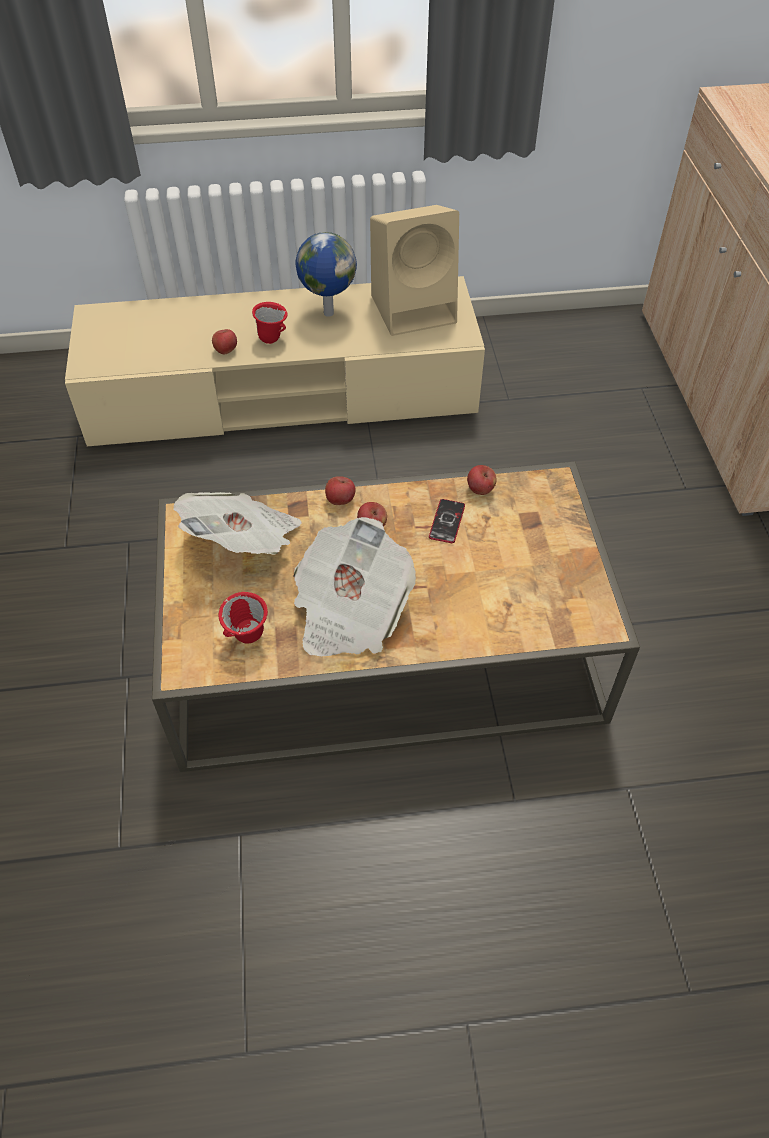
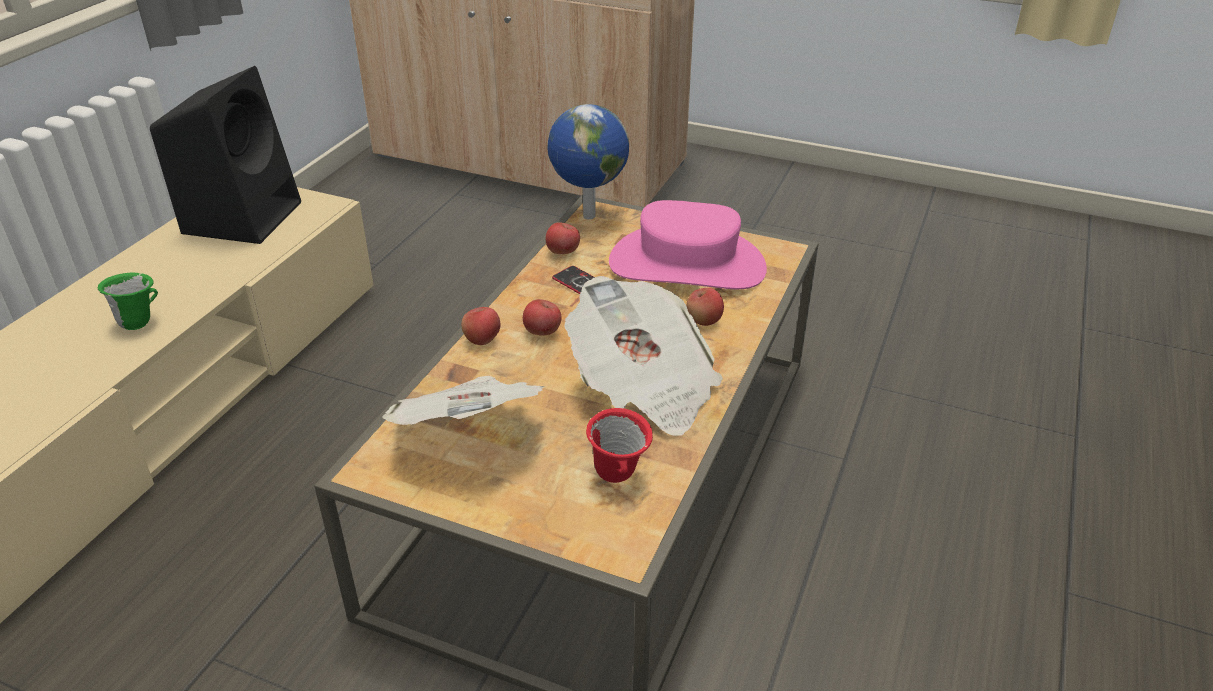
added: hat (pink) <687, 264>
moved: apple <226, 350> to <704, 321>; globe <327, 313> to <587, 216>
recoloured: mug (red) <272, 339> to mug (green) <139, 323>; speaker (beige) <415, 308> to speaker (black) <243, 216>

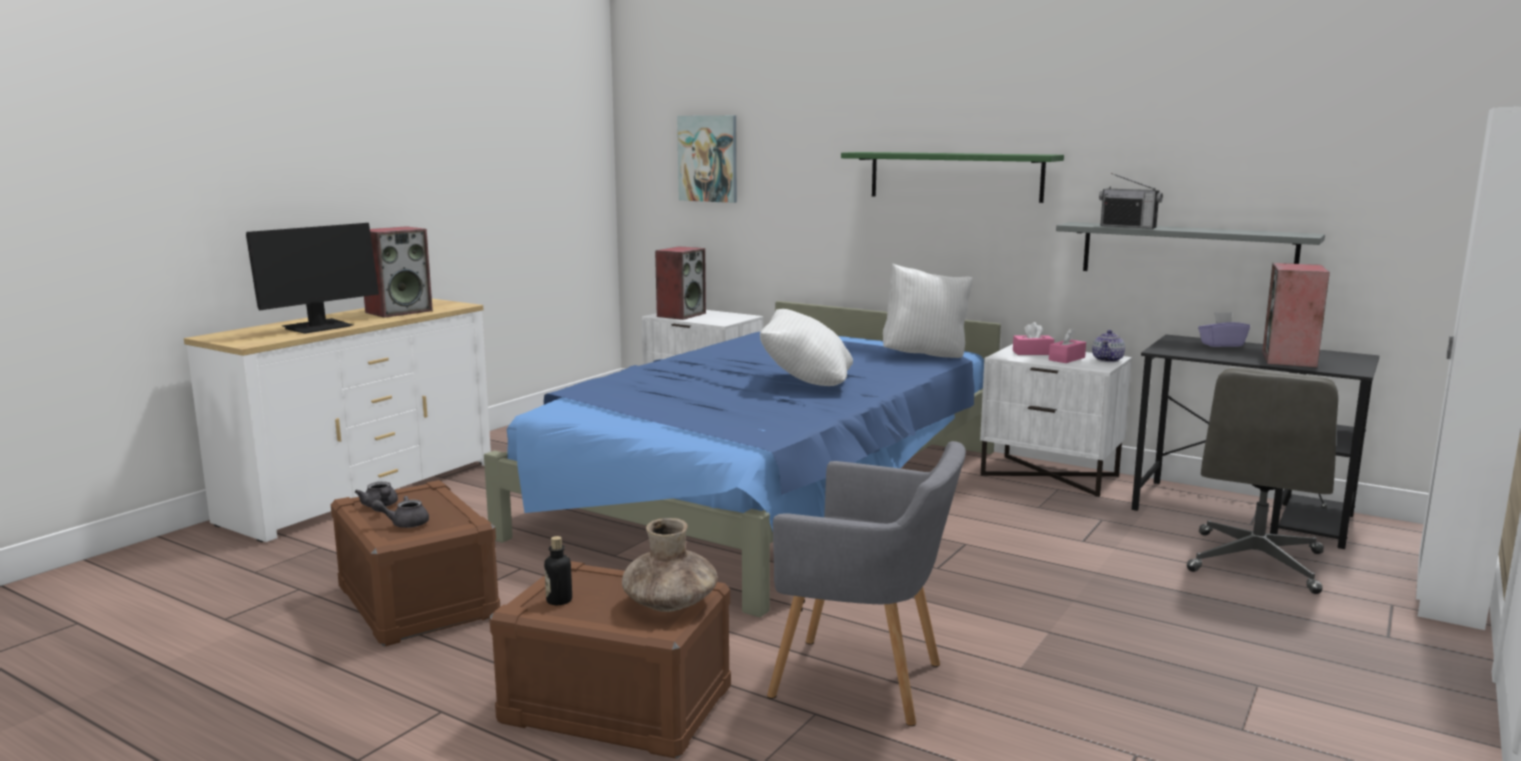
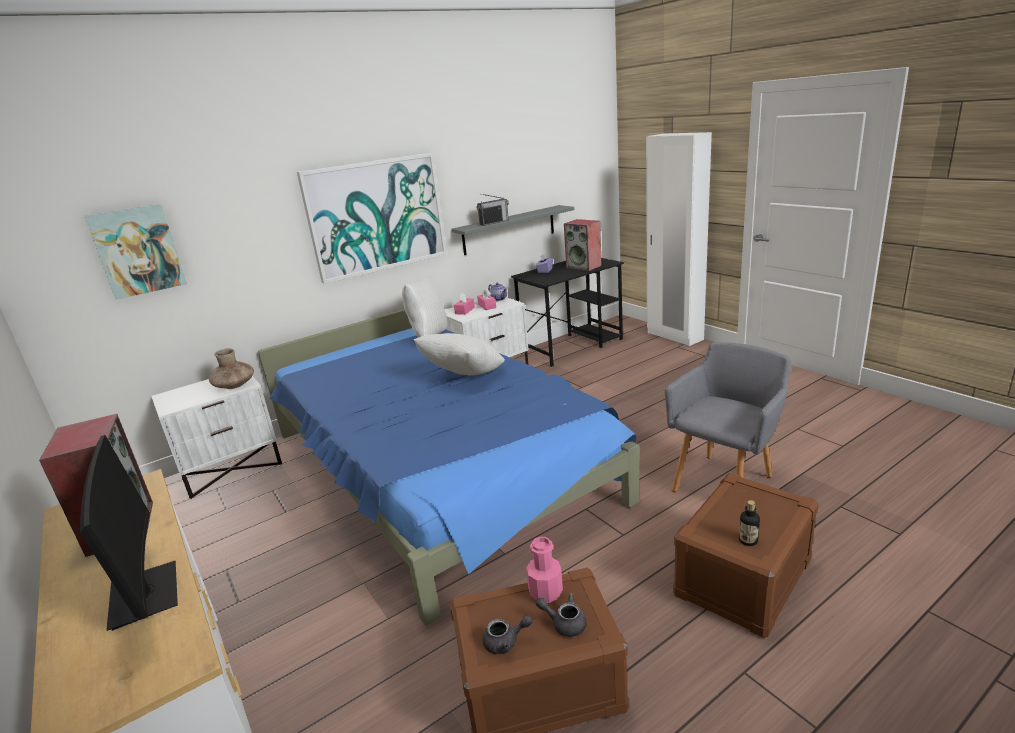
removed: speaker <681, 315>; office chair (grey) <1256, 563>
added: bottle (pink) <545, 592>
moved: vase (brown) <670, 604> to <235, 385>
replaced: shelf (green) <955, 176> to picture <376, 216>
turned: teapot (grey) <404, 523> = <564, 623> 105 degrees clockwise

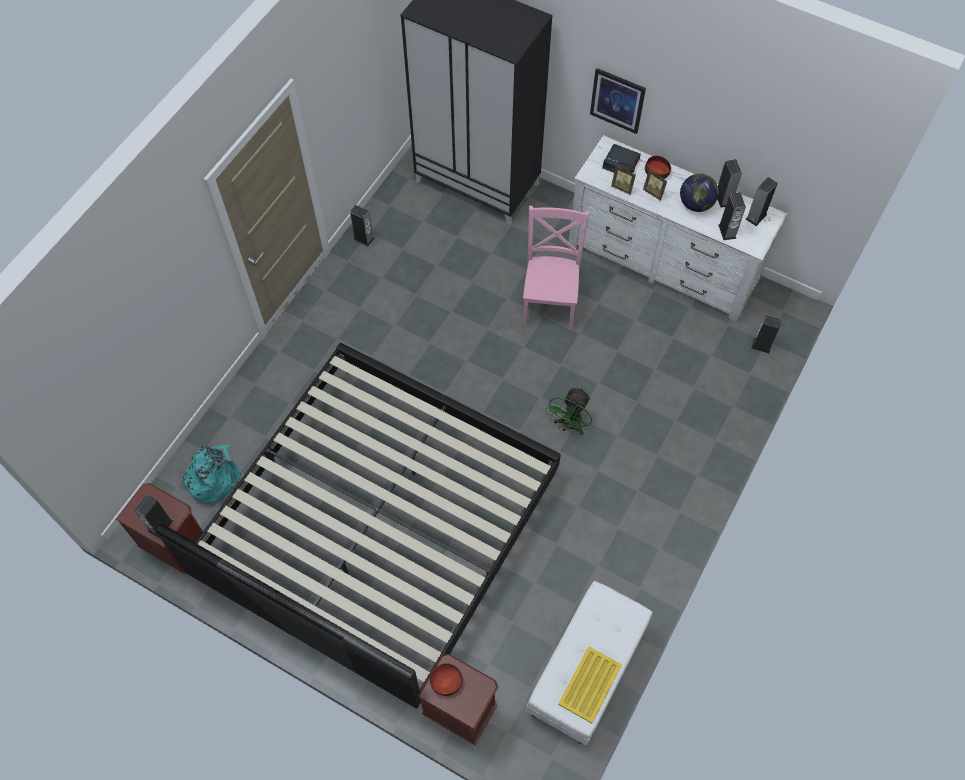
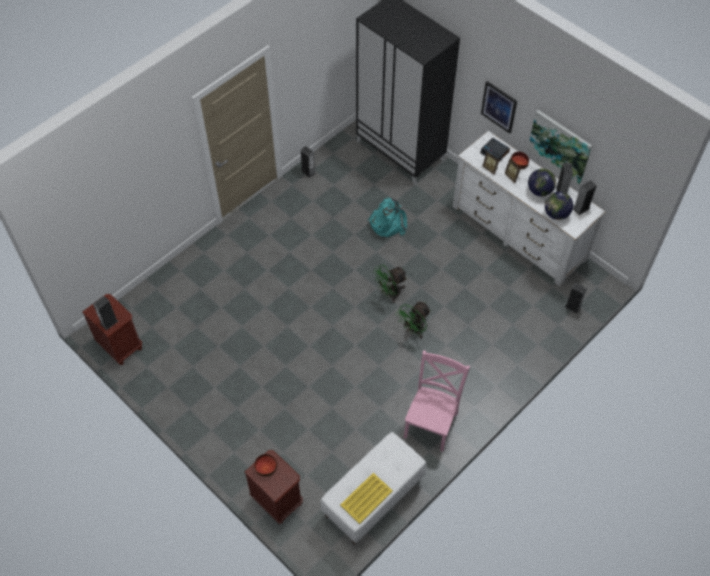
removed: bed <378, 526>
added: fan (green) <389, 293>; picture <560, 146>
moved: backpack (turquoise) <214, 477> to <388, 222>; chair (pink) <550, 301> to <431, 423>
replaced: speaker <727, 231> to globe <556, 214>

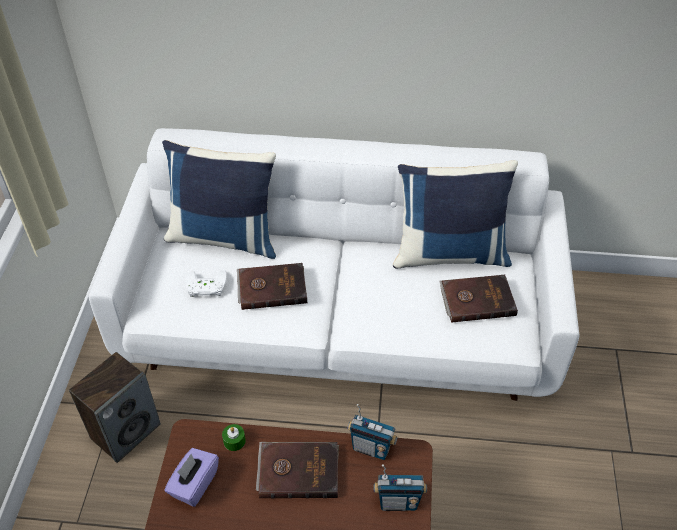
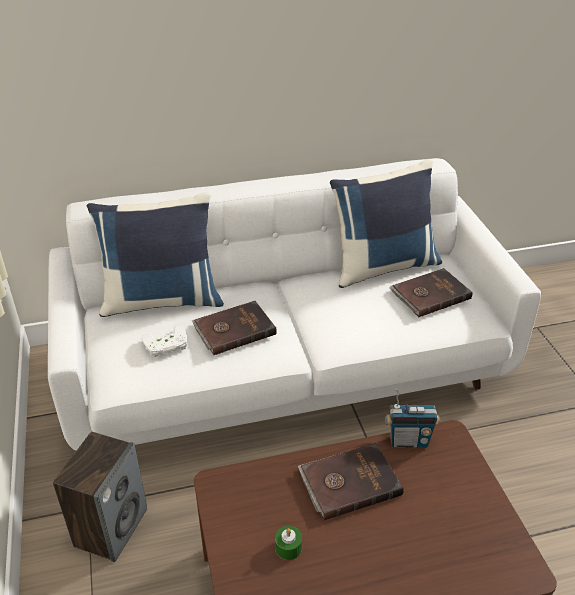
removed: tissue box (purple) <194, 484>; radio <398, 502>
moved: candle (green) <234, 441> to <288, 547>

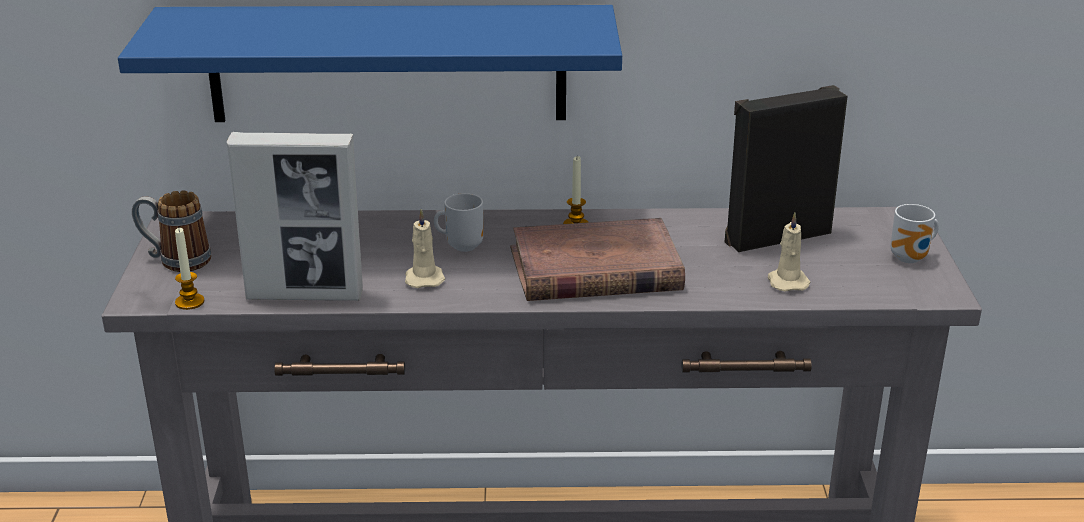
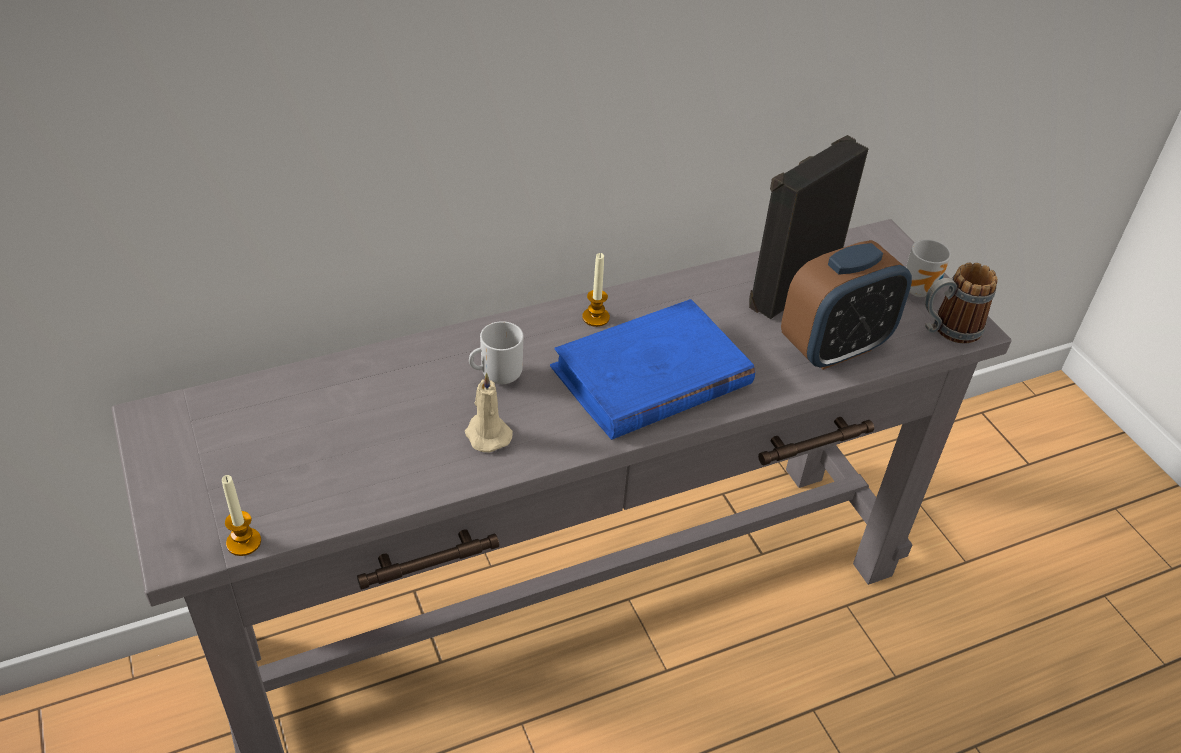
removed: shelf (blue) <387, 63>; picture frame <305, 295>
moved: mug <175, 260> to <947, 330>
replaced: candle (beige) <786, 281> to alarm clock <834, 348>
recoloured: book (brown) <594, 269> to book (blue) <651, 377>

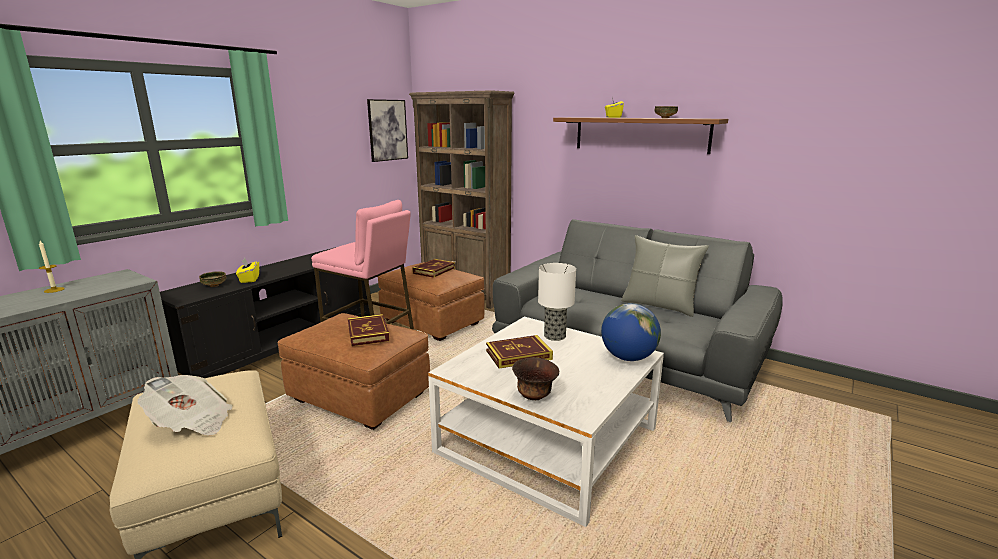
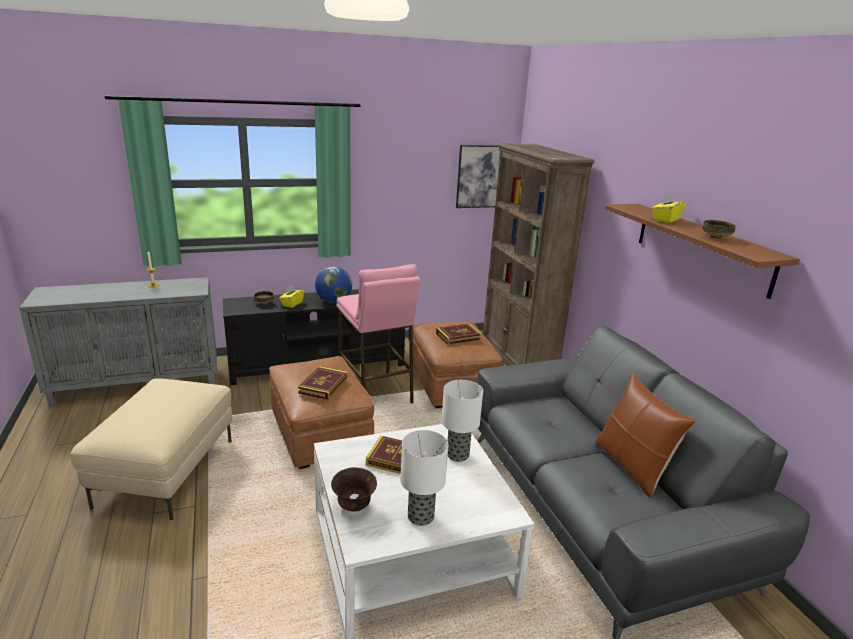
removed: newspaper <191, 422>
added: table lamp <420, 516>
moved: globe <628, 358> to <333, 301>
recoloured: pillow (grey) <659, 305> to pillow (brown) <632, 466>

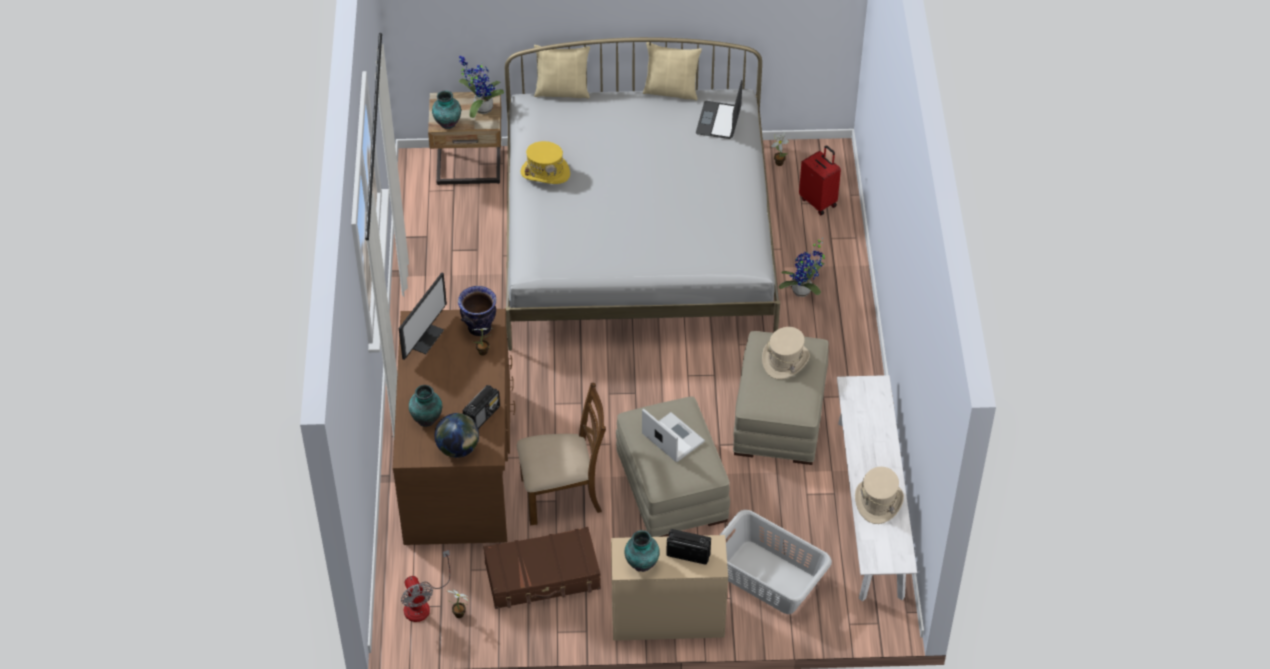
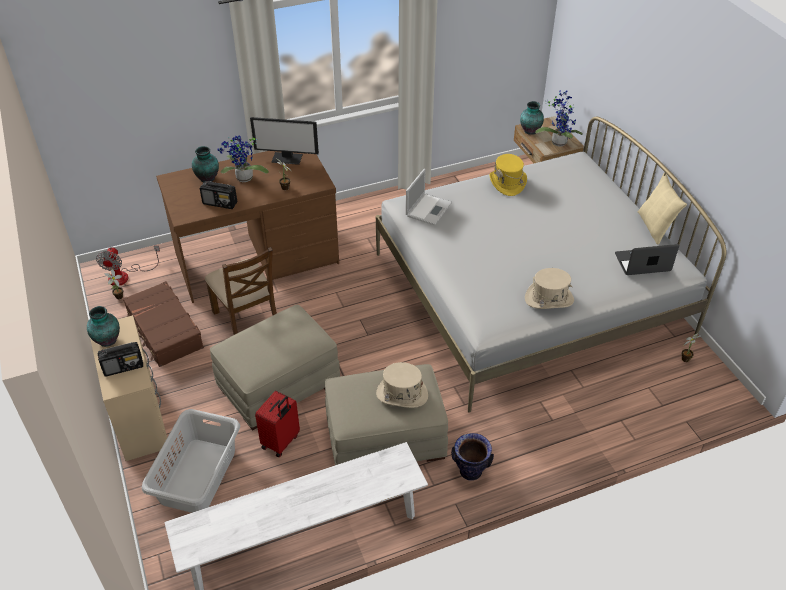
removed: globe <458, 449>; pillow (beige) <562, 91>
moved: vase <479, 328> to <470, 471>; laptop <672, 437> to <429, 209>; potted plant <803, 292> to <243, 179>; suitcase (red) <818, 202> to <281, 442>; hat (beige) <878, 502> to <549, 299>
turned: fan <422, 603> = <125, 276> 45 degrees counterclockwise; radio <688, 554> = <123, 367> 75 degrees clockwise

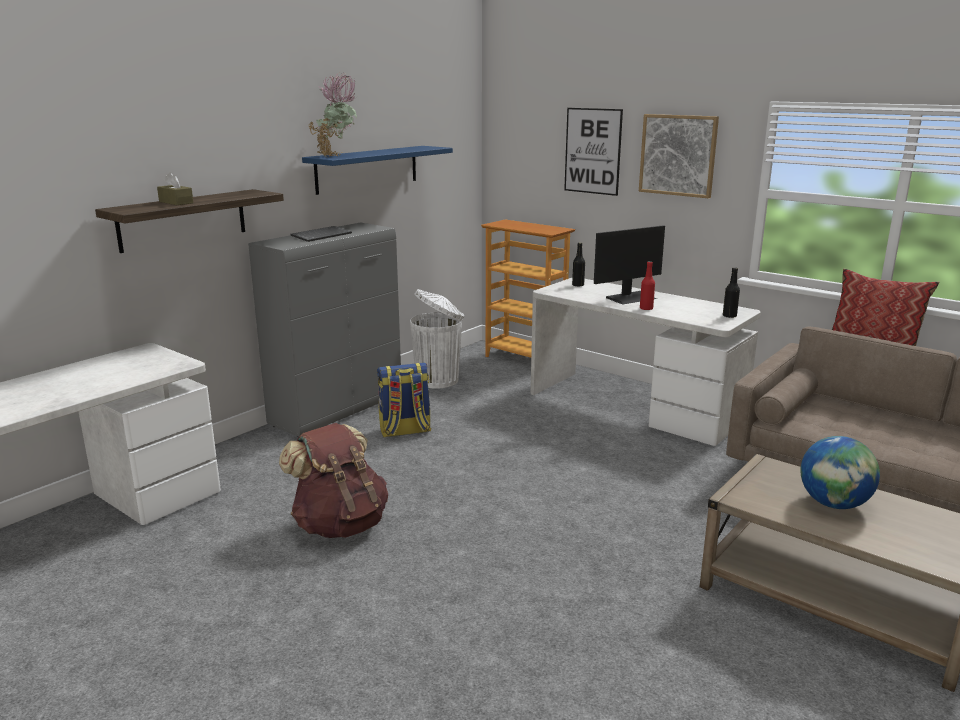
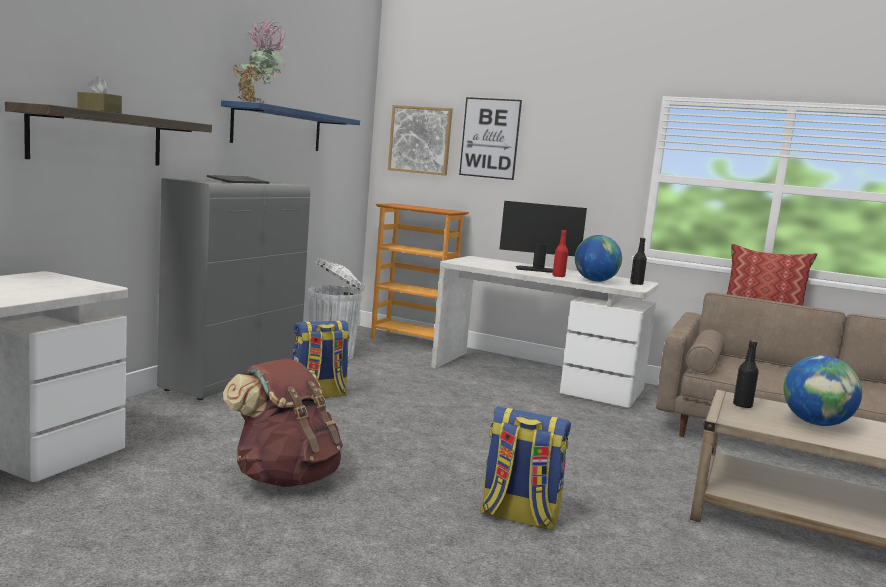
added: backpack <518, 516>; globe <595, 281>
moved: bottle (black) <578, 285> to <742, 405>; picture <678, 155> to <420, 140>
turned: monitor <631, 298> = <537, 269> 135 degrees counterclockwise

